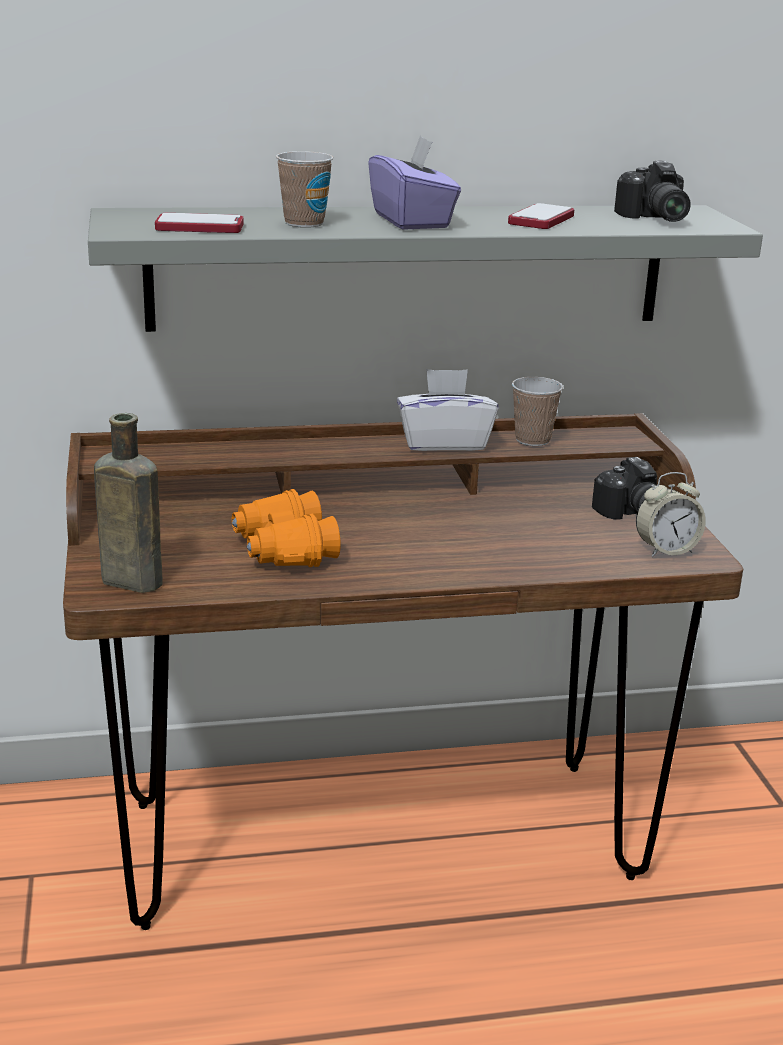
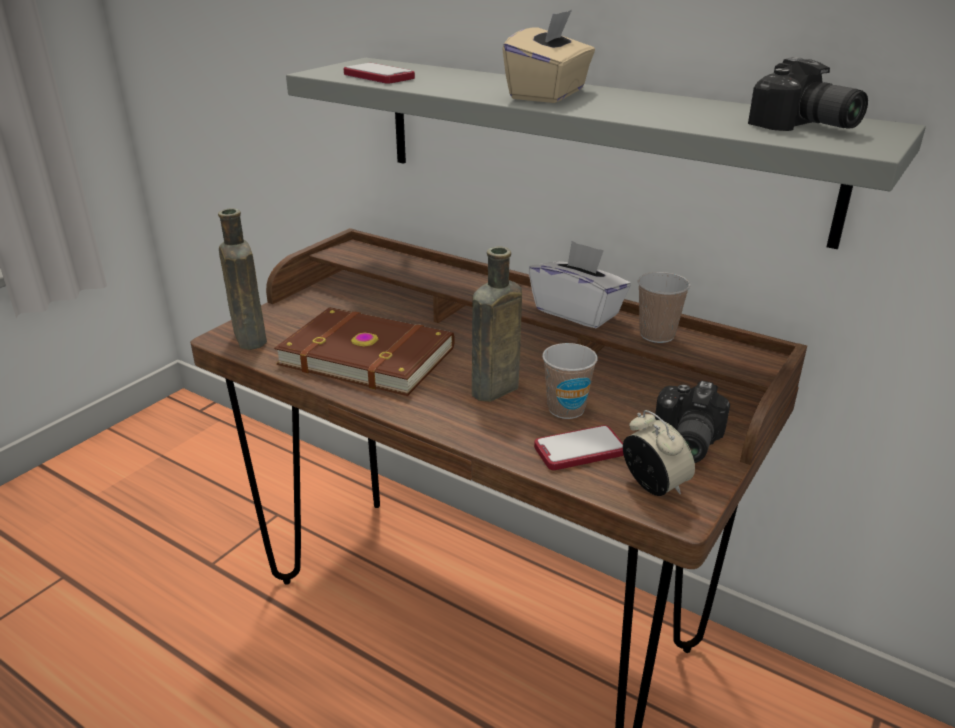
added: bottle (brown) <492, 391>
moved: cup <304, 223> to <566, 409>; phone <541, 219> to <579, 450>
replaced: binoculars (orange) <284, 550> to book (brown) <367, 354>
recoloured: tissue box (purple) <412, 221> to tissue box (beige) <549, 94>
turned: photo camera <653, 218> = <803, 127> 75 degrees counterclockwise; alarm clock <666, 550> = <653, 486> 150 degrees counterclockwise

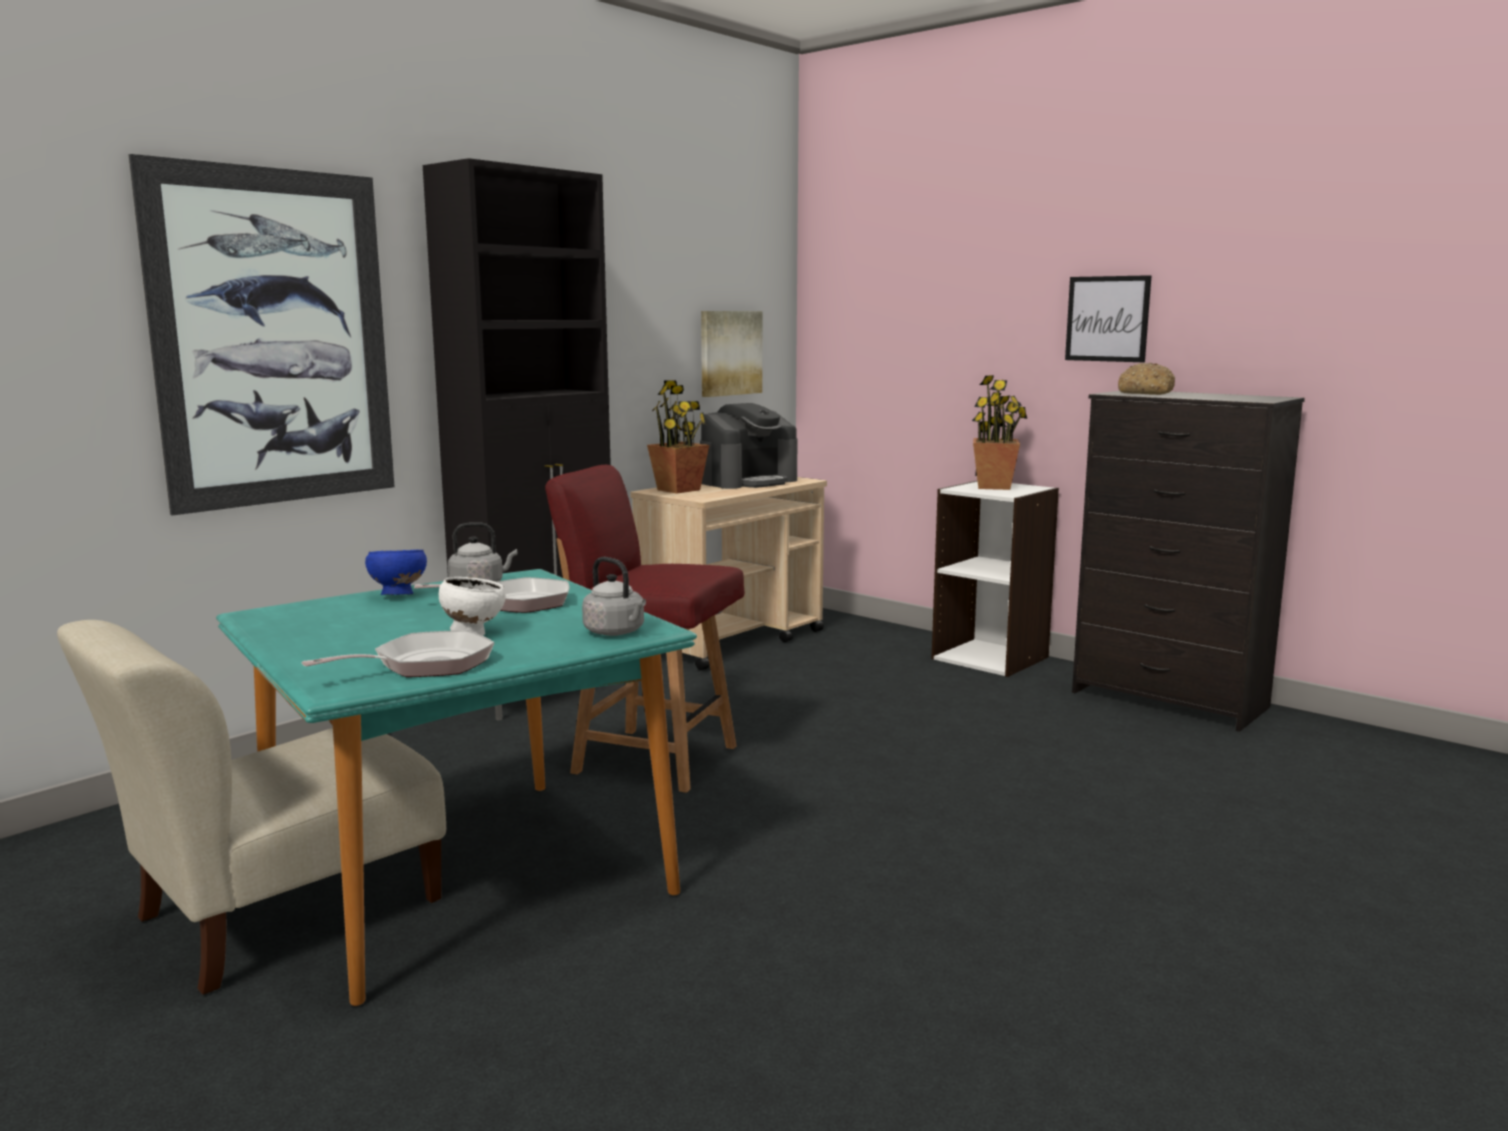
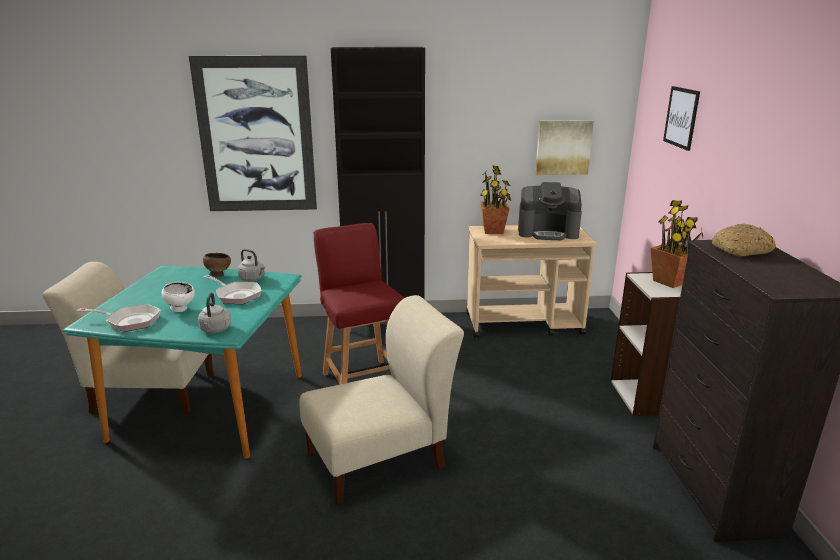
added: chair (beige) <381, 458>
moved: picture <1107, 319> to <681, 117>
recoloured: bowl (blue) <397, 596> to bowl (brown) <218, 275>

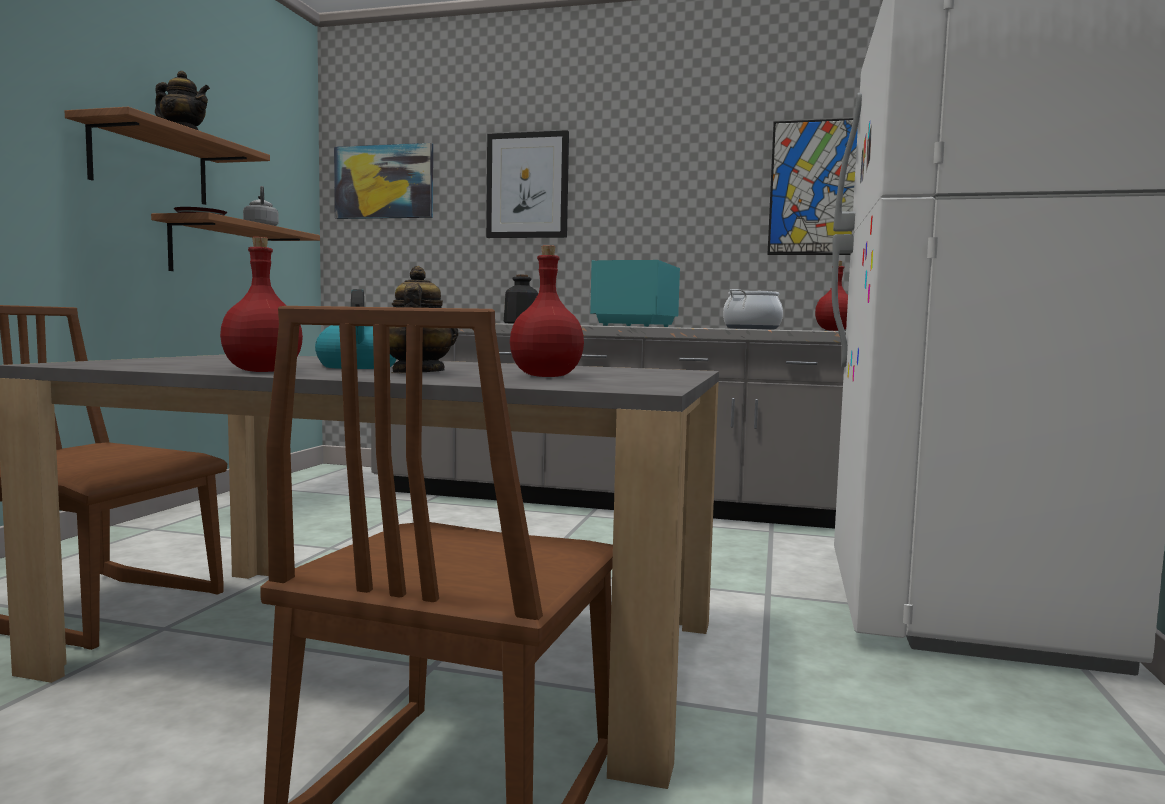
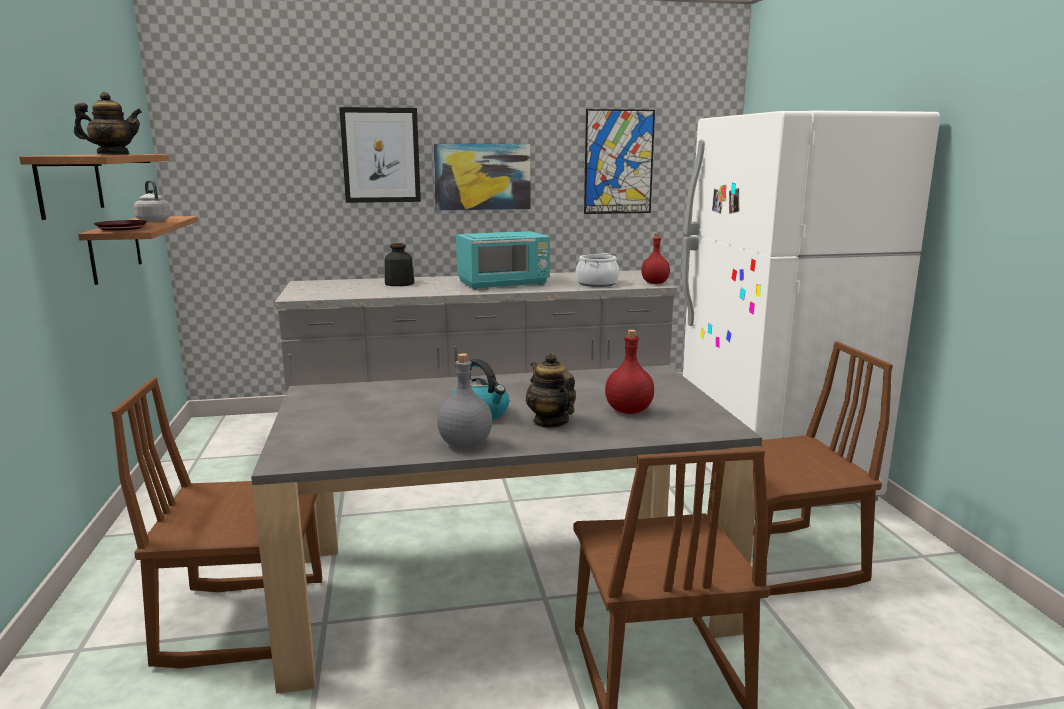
added: chair (brown) <783, 561>
moved: picture <384, 182> to <482, 177>
recoloured: bottle (red) <263, 371> to bottle (grey) <464, 444>
turned: microwave (turquoise) <634, 326> = <504, 284> 105 degrees counterclockwise

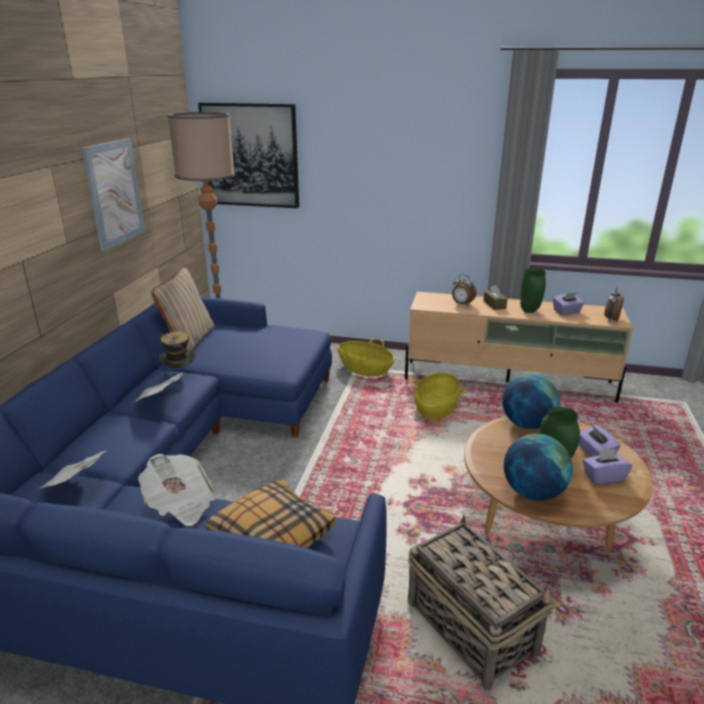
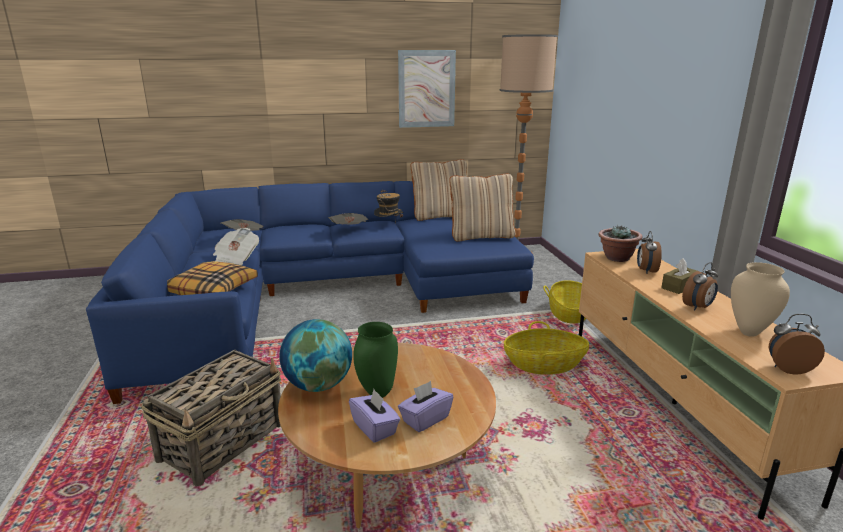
removed: picture <250, 155>; globe <526, 424>
added: pillow (beige) <481, 236>; potted plant <616, 258>
replaced: vase (green) <528, 311> to alarm clock <698, 307>; tissue box (purple) <567, 311> to vase (beige) <750, 332>

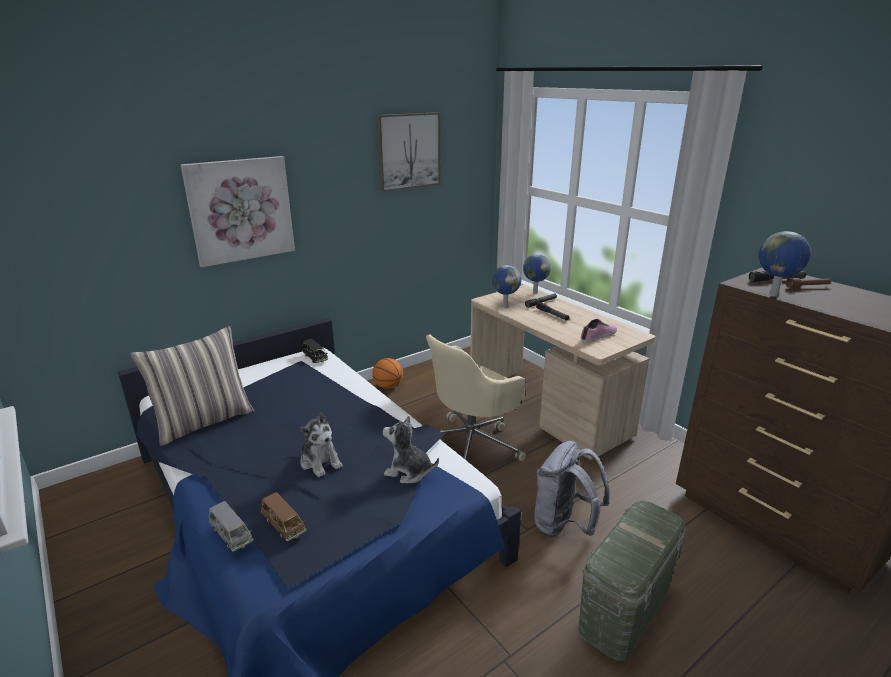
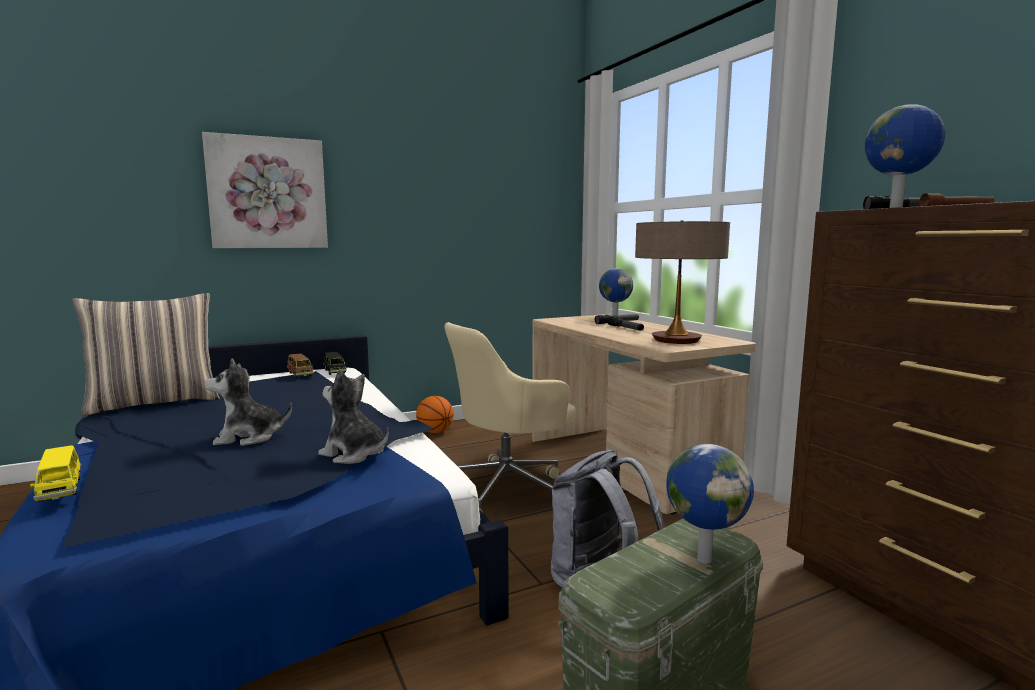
removed: picture <408, 151>
moved: toy car (brown) <284, 525> to <300, 374>; globe <505, 306> to <703, 559>
replaced: shoe <598, 336> to table lamp <676, 340>
recoloured: toy car (grey) <231, 535> to toy car (yellow) <60, 490>
turned: plush toy <320, 462> = <248, 437> 105 degrees clockwise

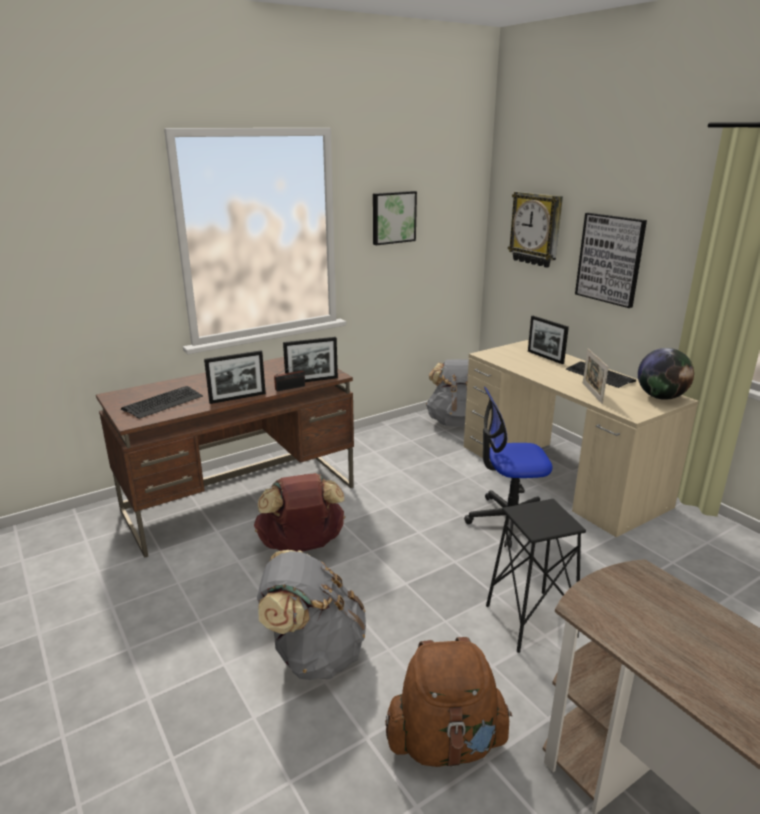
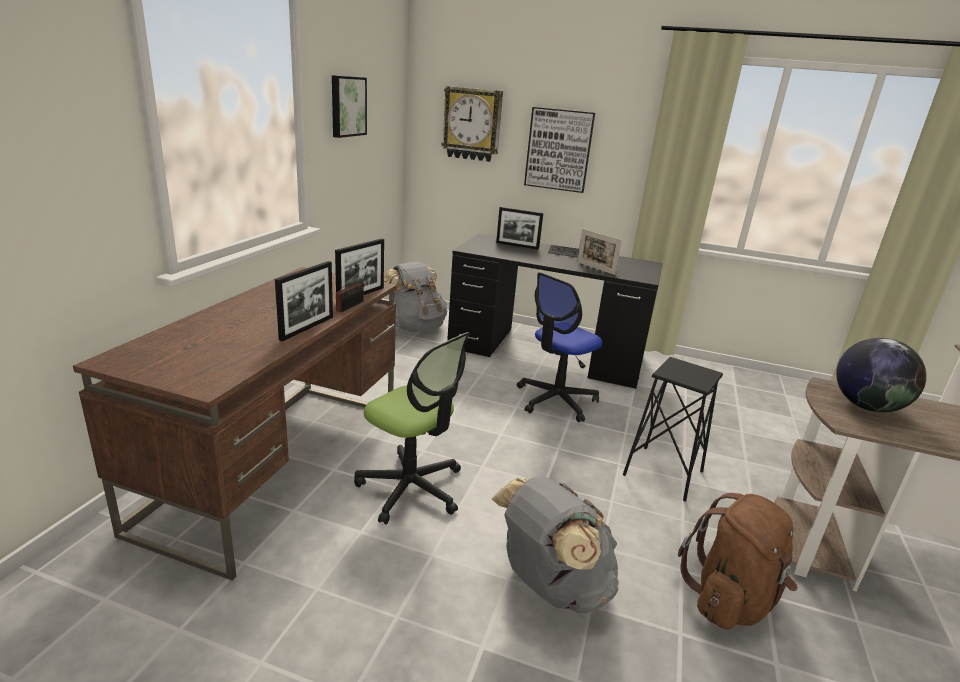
removed: keyboard <163, 403>
moved: globe <660, 397> to <866, 406>
replaced: backpack (brown) <301, 546> to office chair <411, 488>
recoloured: desk (beige) <559, 475> to desk (black) <546, 352>

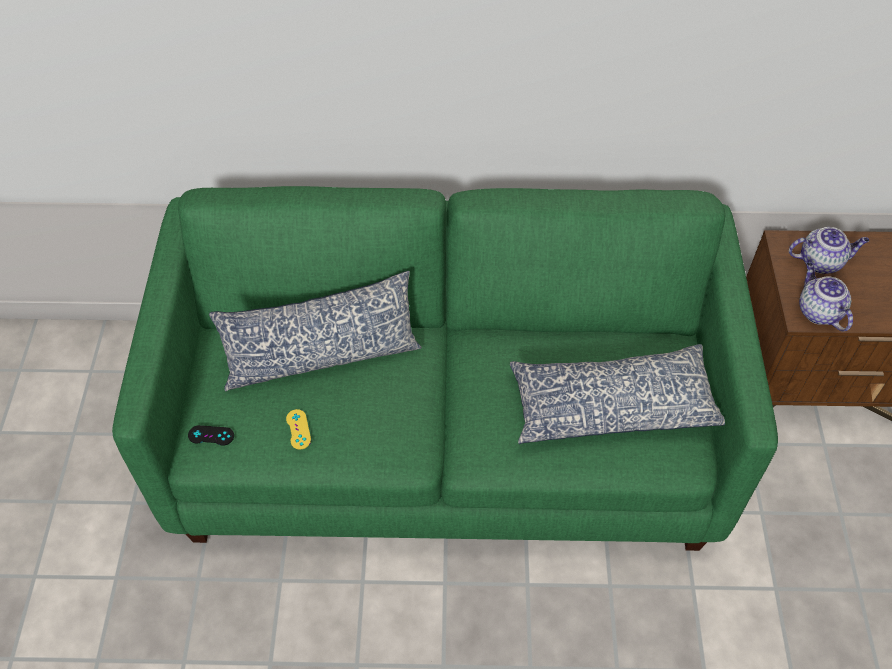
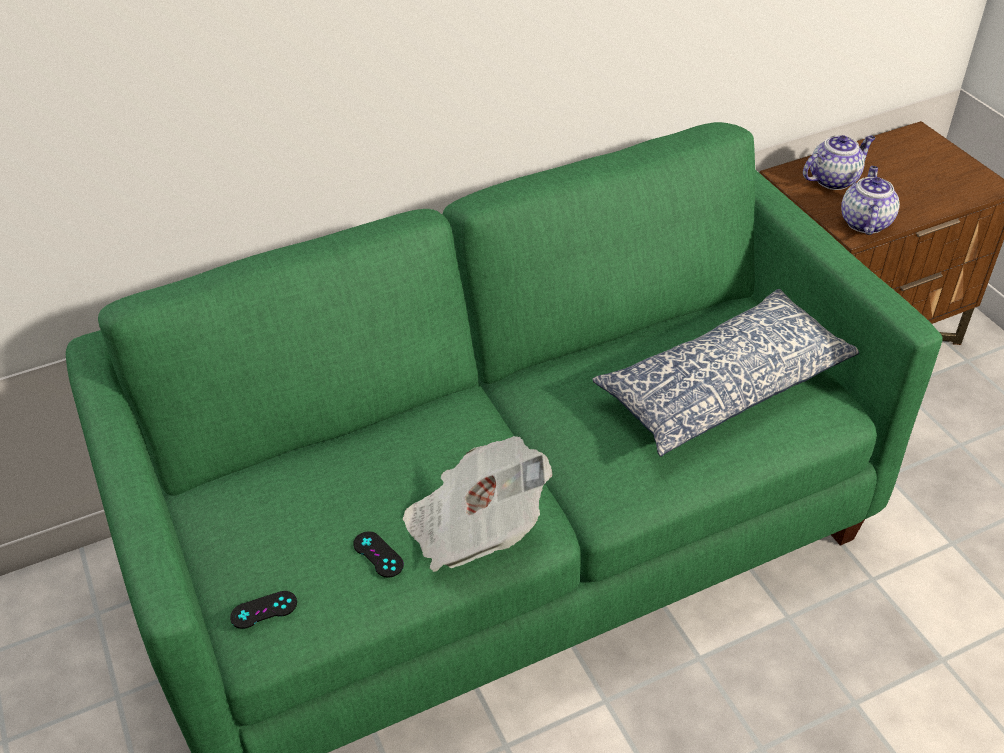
removed: pillow <322, 358>
added: newspaper <475, 527>
recoloured: game controller (yellow) <298, 429> to game controller (black) <378, 554>
turned: teapot <817, 311> = <864, 222> 60 degrees clockwise

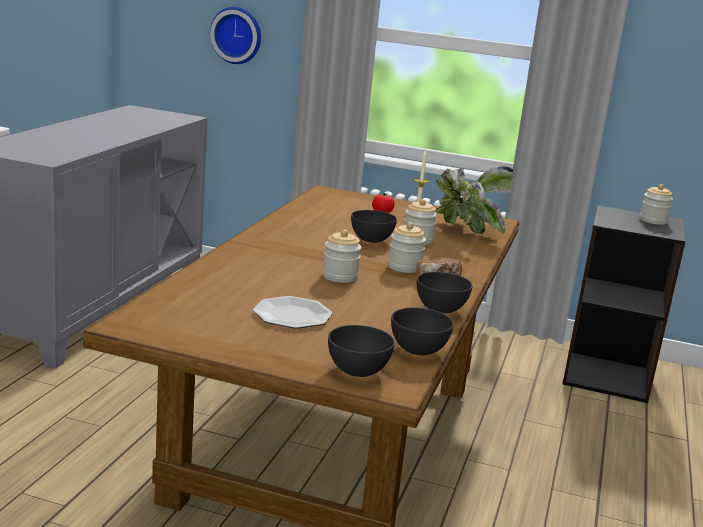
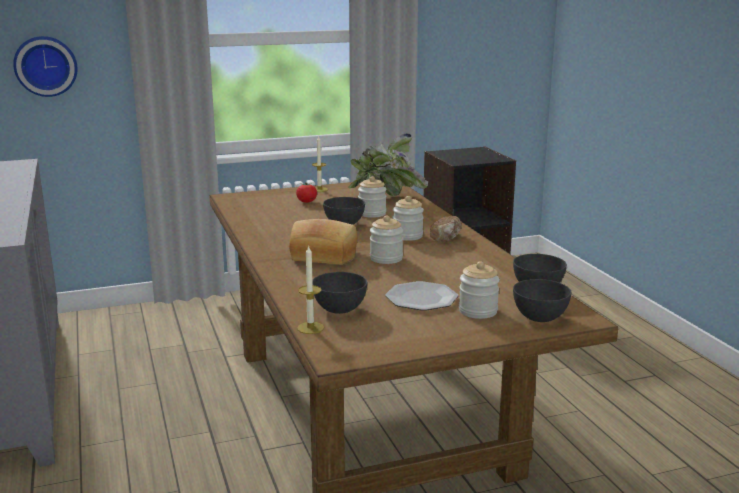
added: bread <324, 255>; candle <310, 328>
moved: bowl (grey) <440, 309> to <339, 309>; jar <653, 221> to <478, 311>

